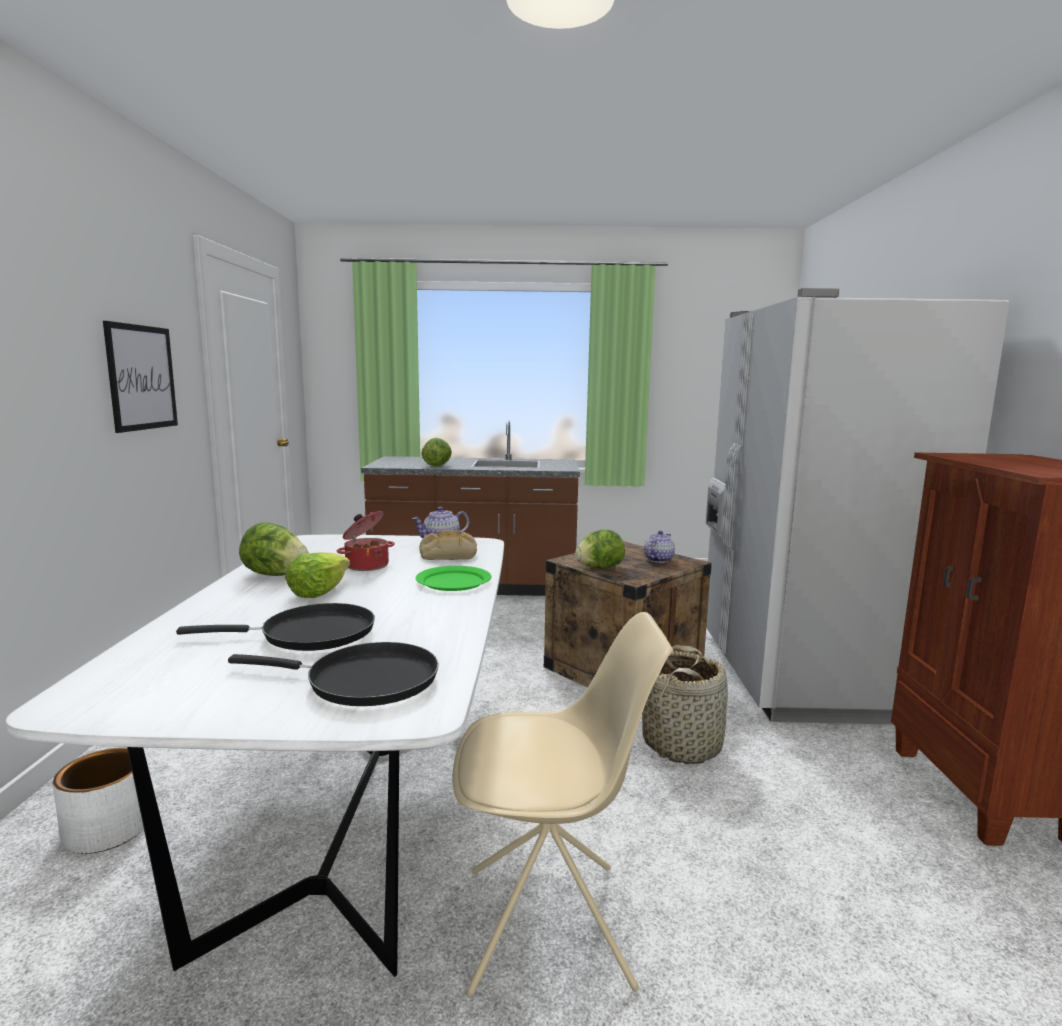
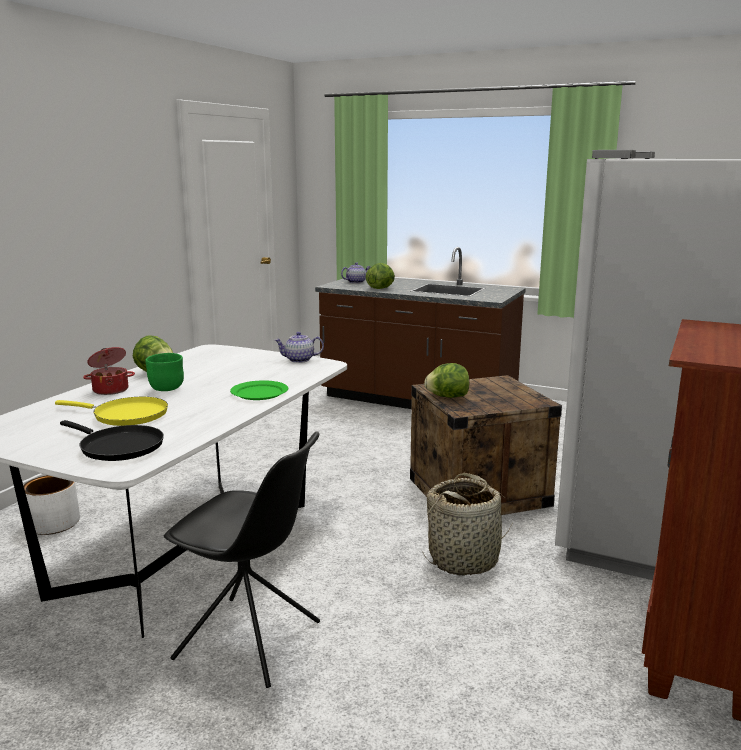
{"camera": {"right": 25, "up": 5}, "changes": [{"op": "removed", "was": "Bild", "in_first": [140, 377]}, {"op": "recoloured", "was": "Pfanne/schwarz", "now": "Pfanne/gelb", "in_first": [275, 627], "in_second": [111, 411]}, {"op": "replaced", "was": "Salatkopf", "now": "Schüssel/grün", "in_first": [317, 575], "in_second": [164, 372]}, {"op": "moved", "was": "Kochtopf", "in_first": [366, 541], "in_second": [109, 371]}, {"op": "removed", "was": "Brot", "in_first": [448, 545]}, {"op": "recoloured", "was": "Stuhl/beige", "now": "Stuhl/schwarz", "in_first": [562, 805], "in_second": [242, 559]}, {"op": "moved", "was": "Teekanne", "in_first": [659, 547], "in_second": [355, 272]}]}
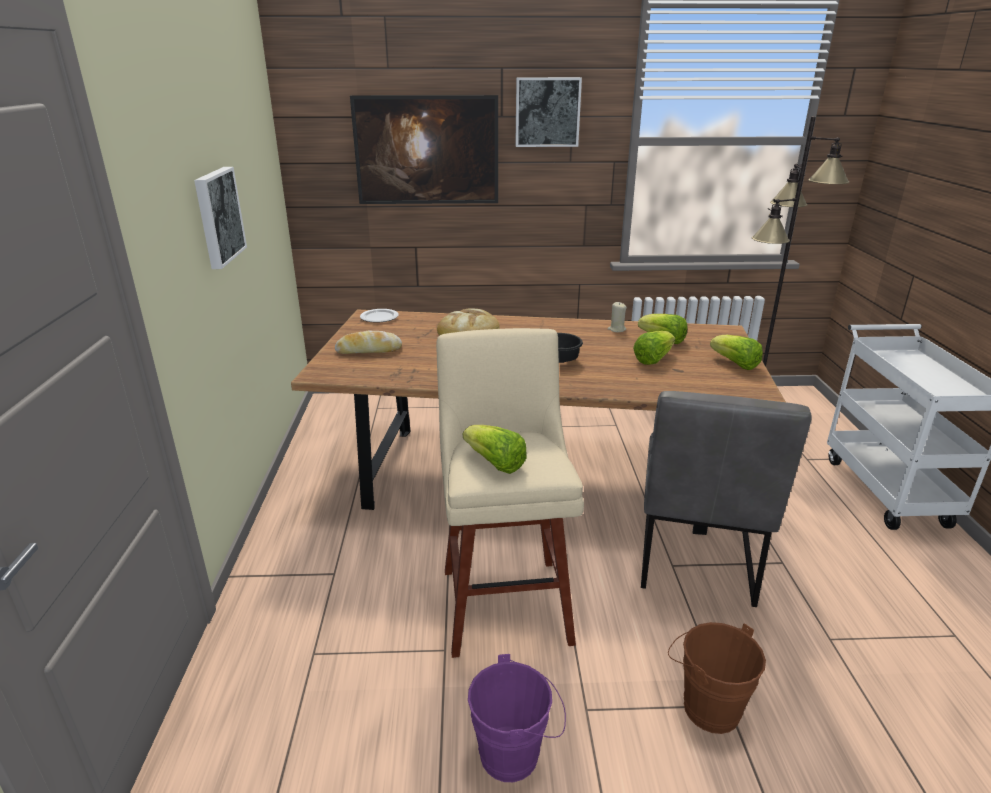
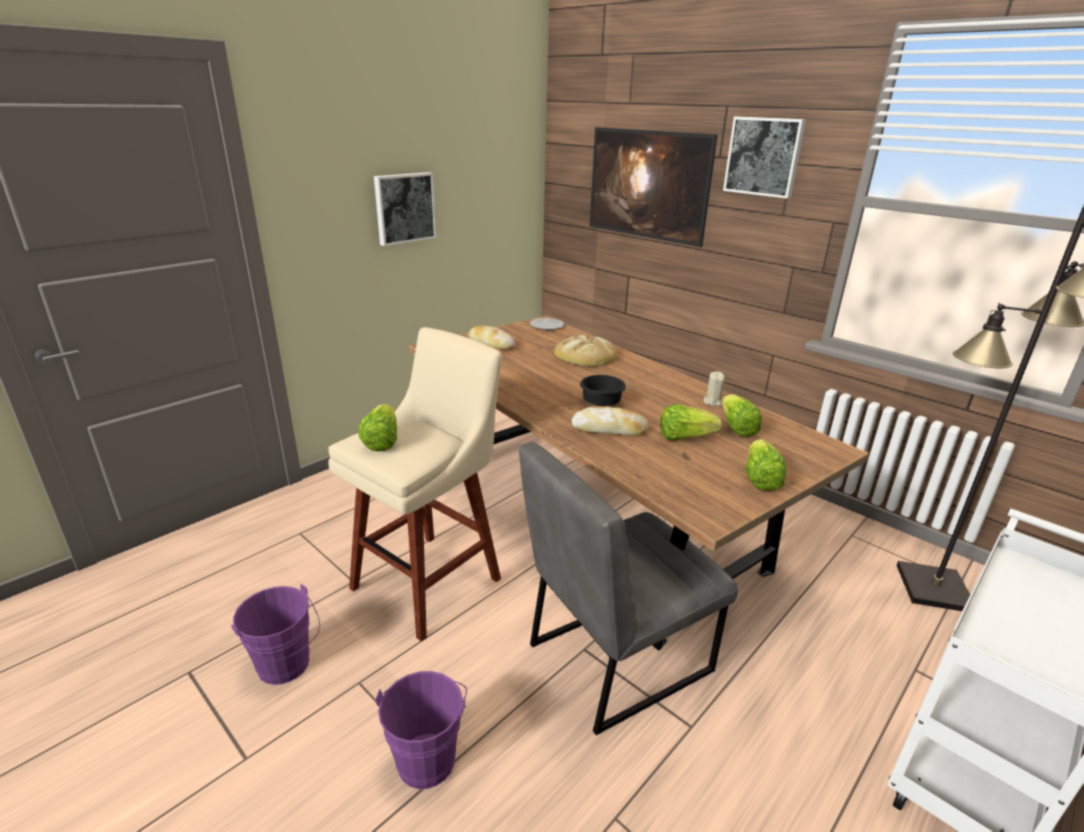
{"camera": {"right": 45, "up": 0}, "changes": [{"op": "recoloured", "was": "Eimer/braun", "now": "Eimer/lila", "in_first": [717, 678], "in_second": [421, 730]}, {"op": "added", "now": "Brot", "in_second": [610, 421]}]}
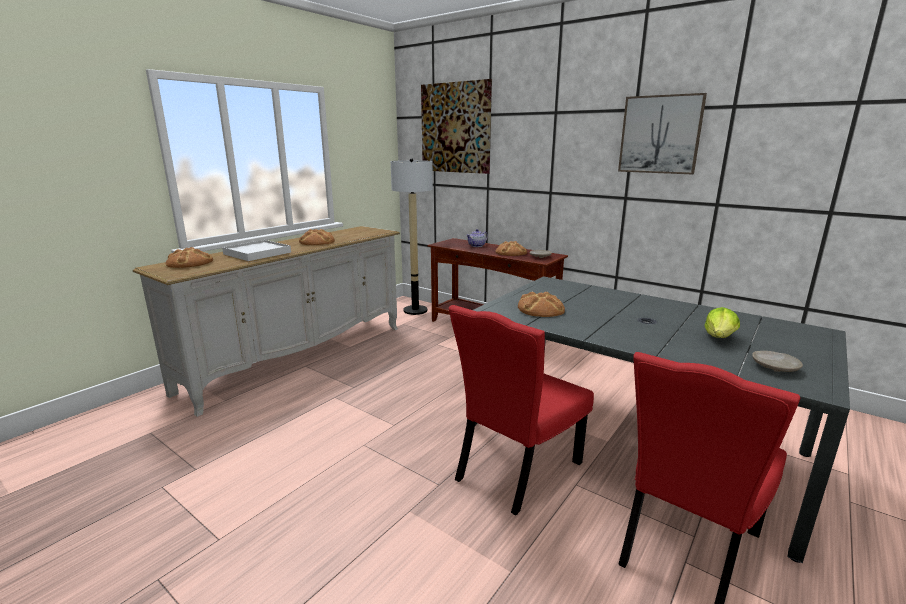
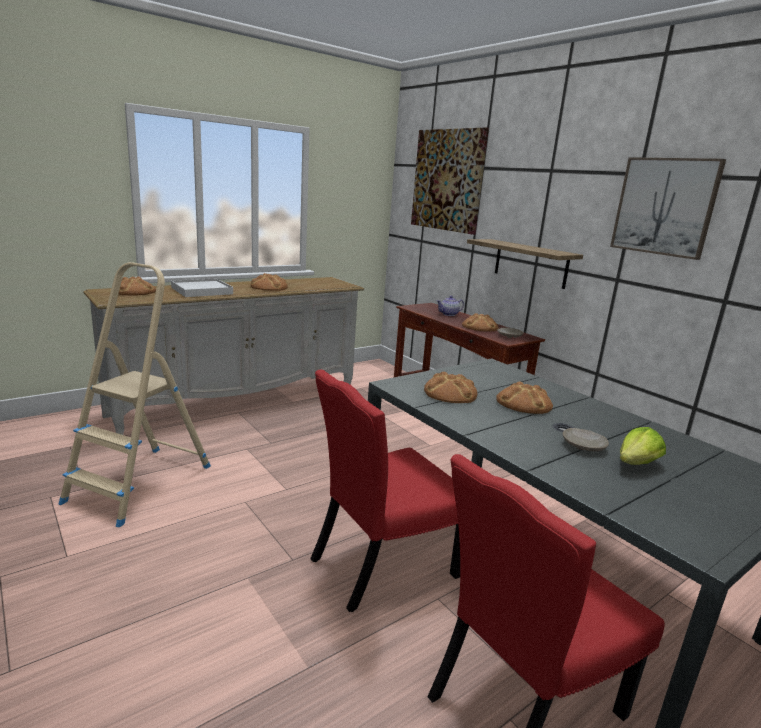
{"camera": {"right": 15, "up": 0}, "changes": [{"op": "removed", "was": "Stehlampe", "in_first": [411, 236]}, {"op": "moved", "was": "Teller/beige", "in_first": [777, 361], "in_second": [586, 439]}, {"op": "added", "now": "Trittleiter/beige", "in_second": [135, 394]}, {"op": "added", "now": "Wandregal", "in_second": [525, 264]}, {"op": "added", "now": "Brot", "in_second": [524, 398]}]}
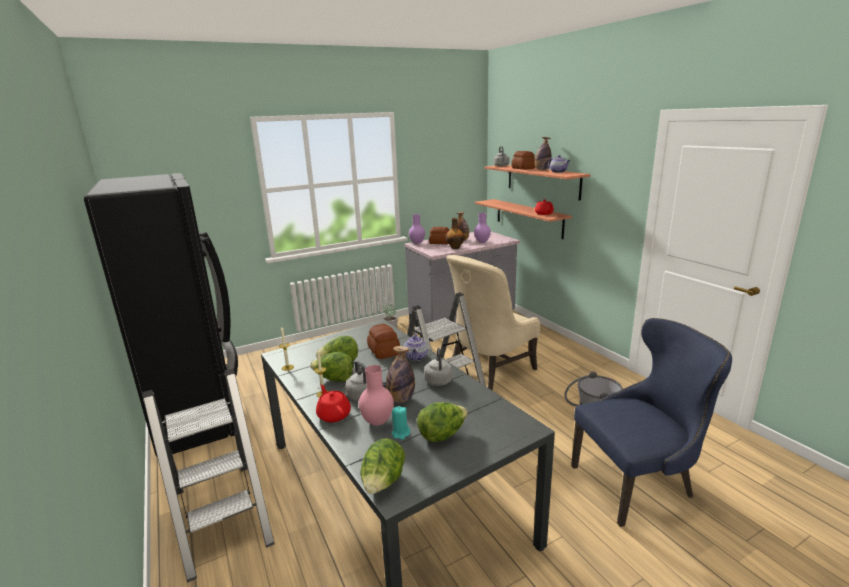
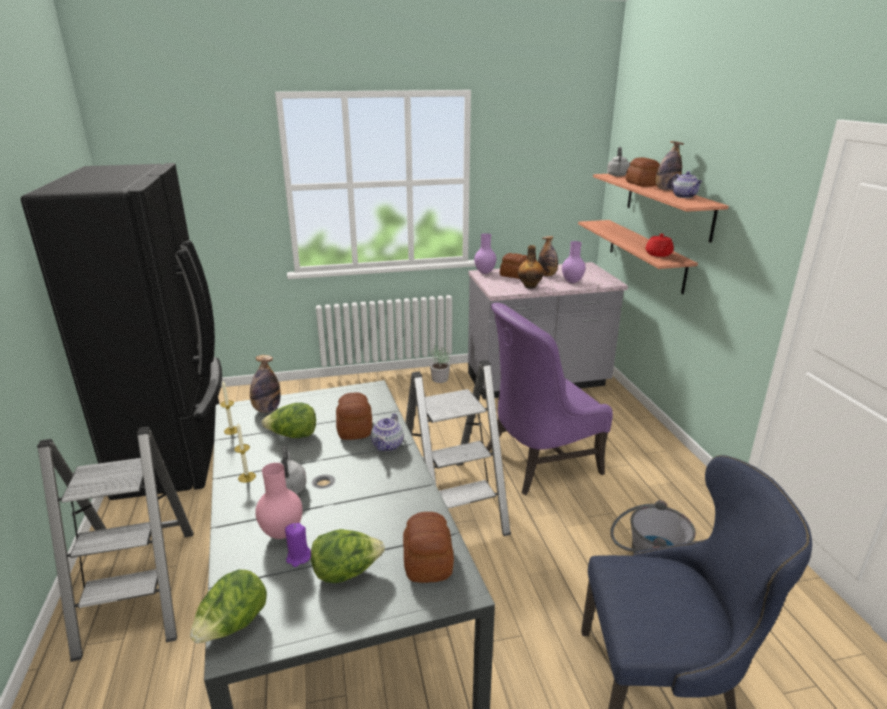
{"camera": {"right": 15, "up": 5}, "changes": [{"op": "removed", "was": "Salatkopf", "in_first": [331, 367]}, {"op": "removed", "was": "Teekanne/rot", "in_first": [333, 403]}, {"op": "moved", "was": "Flasche", "in_first": [400, 374], "in_second": [265, 384]}, {"op": "recoloured", "was": "Kerze/türkis", "now": "Kerze/lila", "in_first": [401, 423], "in_second": [298, 545]}, {"op": "removed", "was": "Wasserkessel/grau", "in_first": [438, 367]}, {"op": "recoloured", "was": "Stuhl/beige", "now": "Stuhl/lila", "in_first": [493, 322], "in_second": [549, 399]}, {"op": "added", "now": "Brot", "in_second": [428, 547]}]}
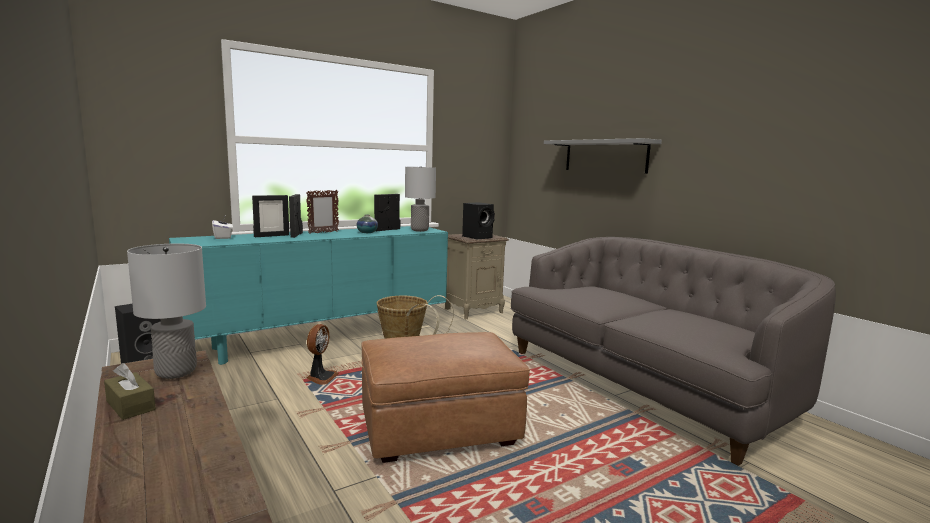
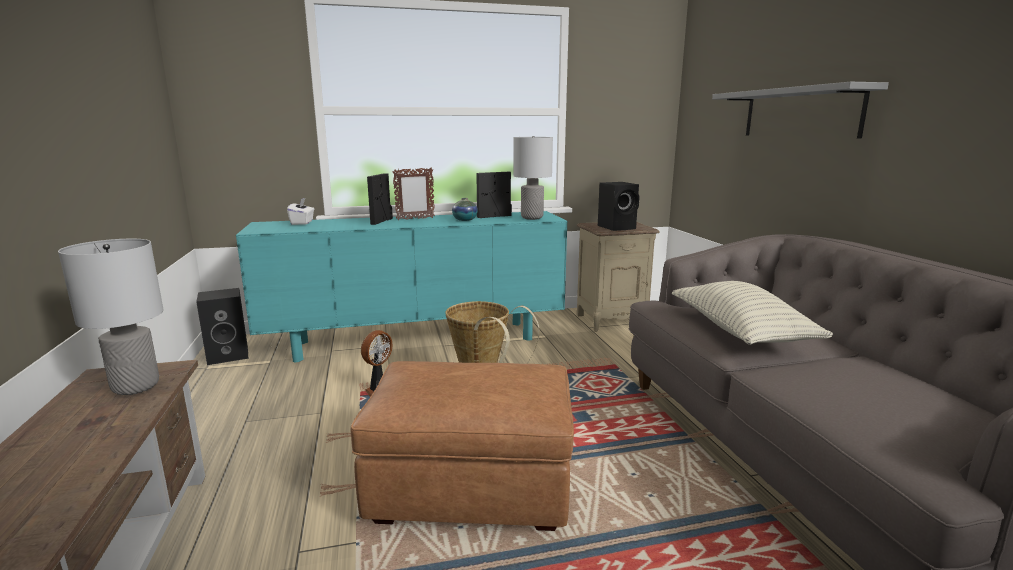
{"camera": {"right": 20, "up": 5}, "changes": [{"op": "removed", "was": "Taschentuchbox/braun", "in_first": [130, 391]}, {"op": "removed", "was": "Bilderrahmen", "in_first": [270, 216]}, {"op": "added", "now": "Kissen", "in_second": [752, 313]}]}
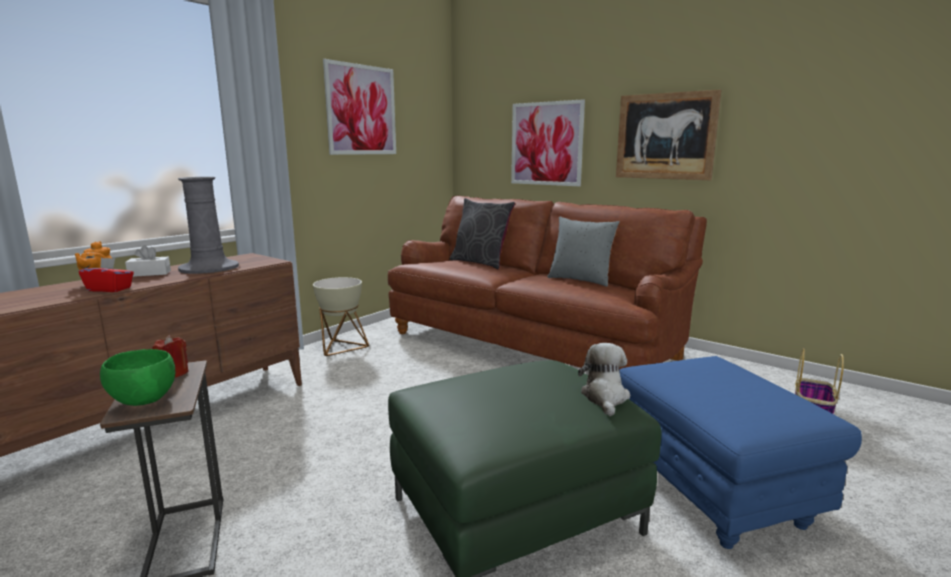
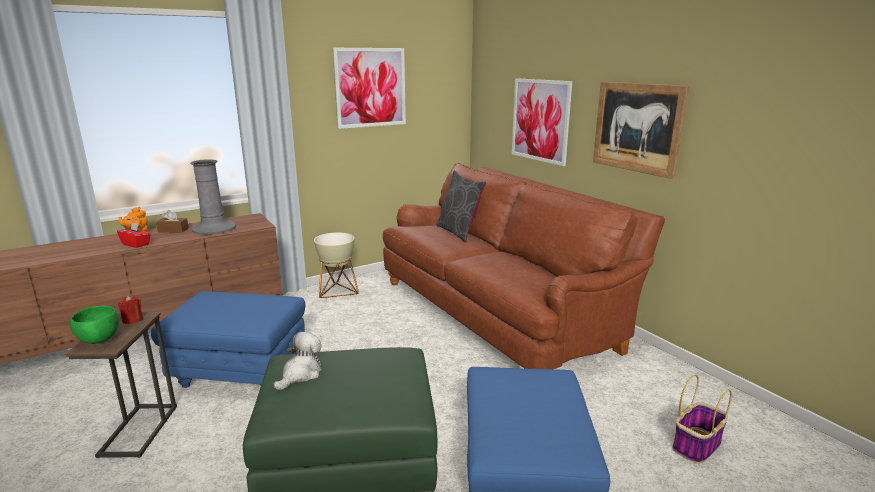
{"camera": {"right": 20, "up": 5}, "changes": [{"op": "recoloured", "was": "Taschentuchbox/weiß", "now": "Taschentuchbox/braun", "in_first": [148, 261], "in_second": [172, 221]}, {"op": "removed", "was": "Kissen/grau", "in_first": [583, 252]}, {"op": "moved", "was": "Plüschtier", "in_first": [604, 379], "in_second": [298, 361]}, {"op": "added", "now": "Polsterhocker/blau", "in_second": [228, 339]}]}
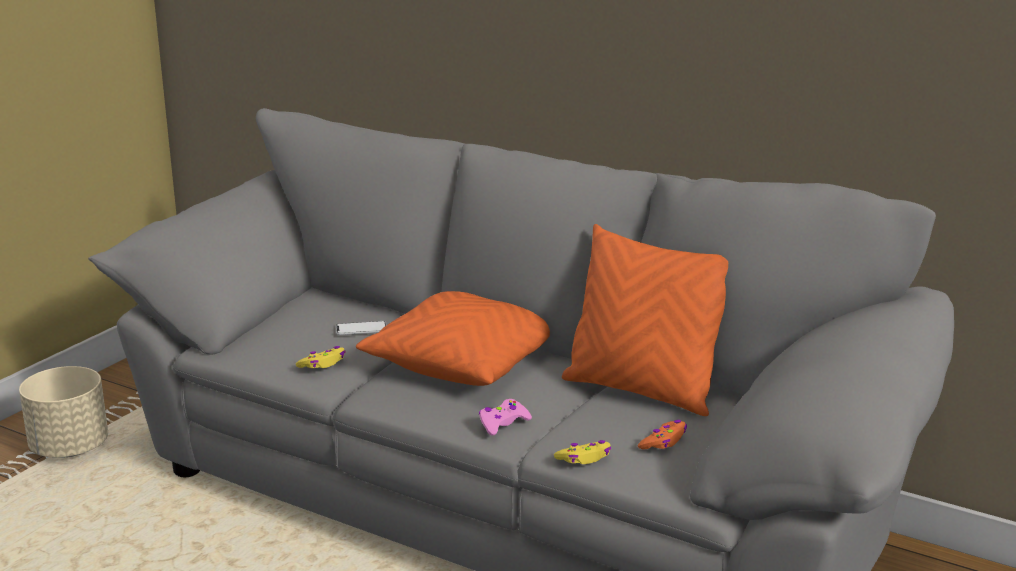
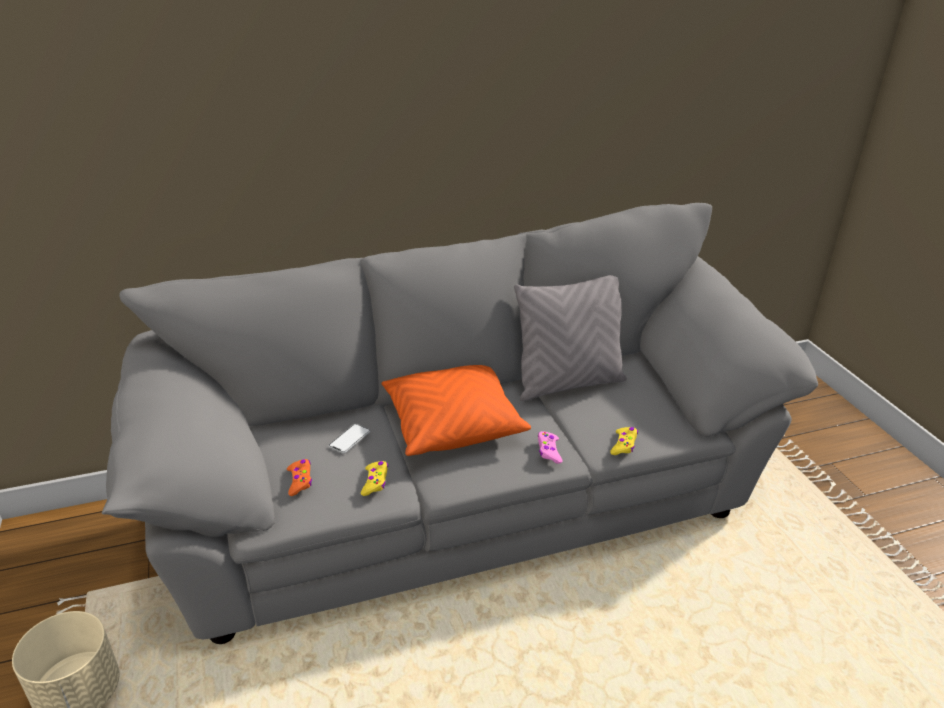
{"camera": {"right": -50, "up": 10}, "changes": [{"op": "recoloured", "was": "Kissen/orange", "now": "Kissen/grau", "in_first": [645, 320], "in_second": [570, 338]}, {"op": "moved", "was": "Gamepad/orange", "in_first": [662, 434], "in_second": [299, 477]}]}
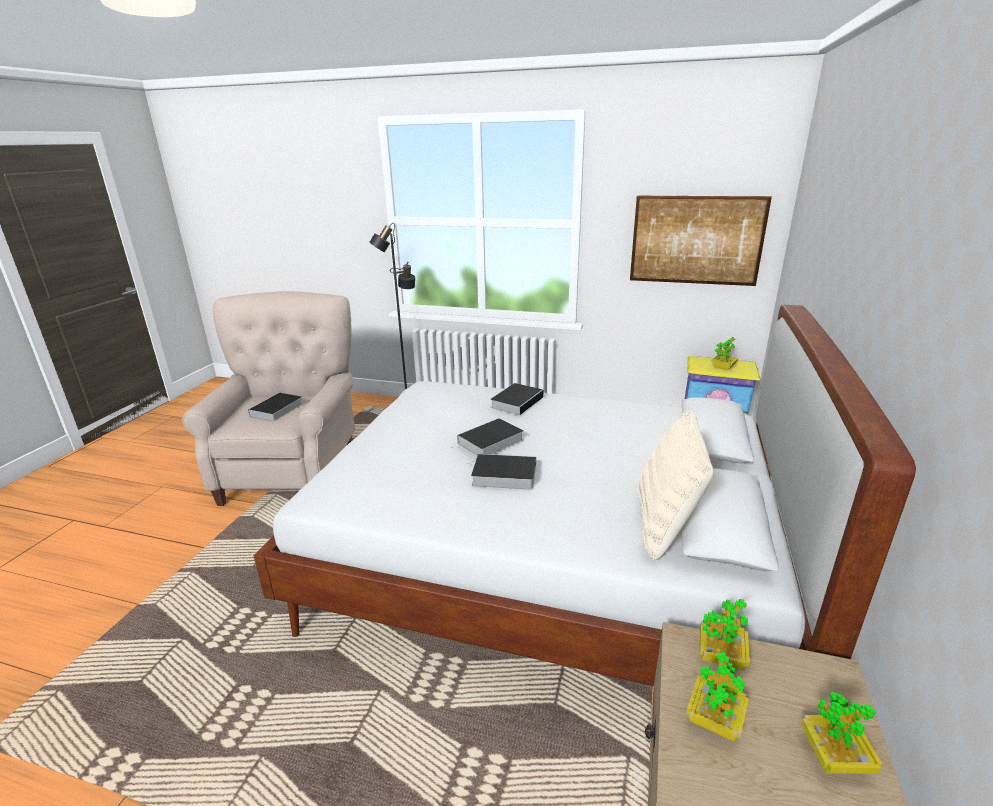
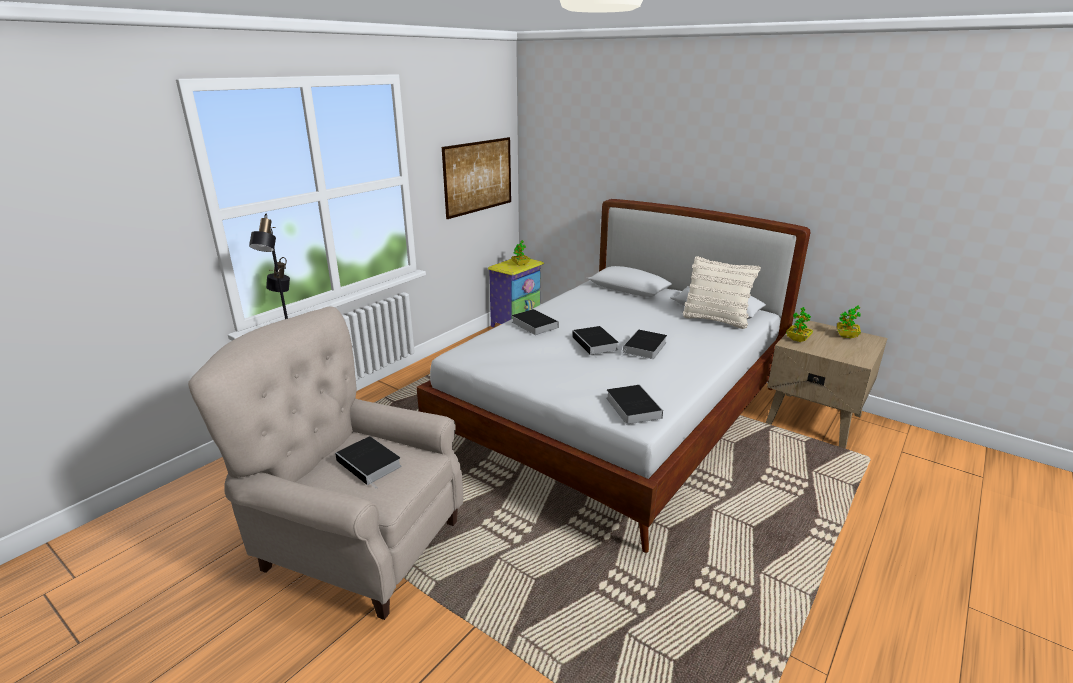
{"camera": {"right": -70, "up": 0}, "changes": [{"op": "removed", "was": "Topfpflanze", "in_first": [717, 697]}, {"op": "added", "now": "Buch", "in_second": [634, 405]}]}
